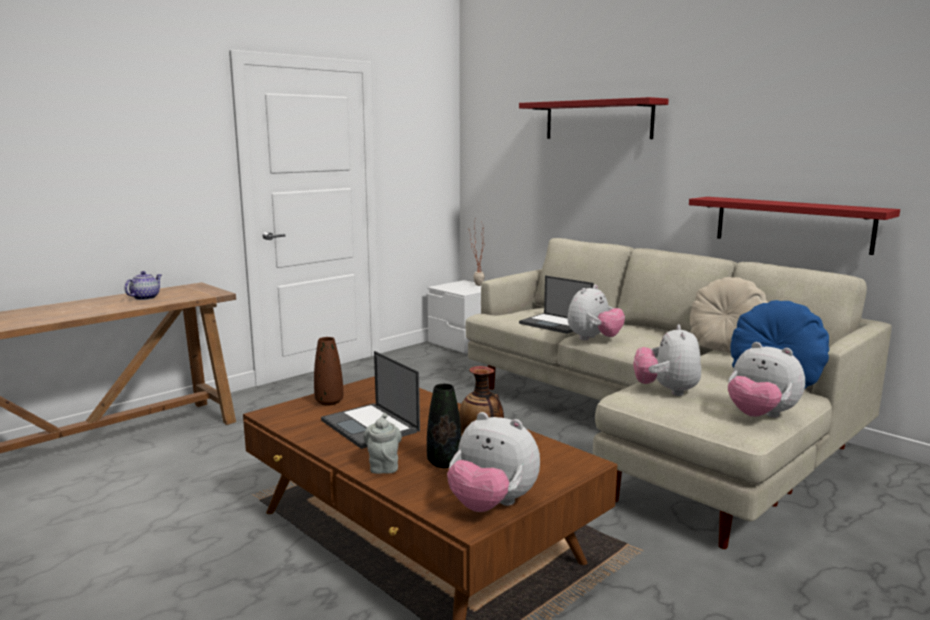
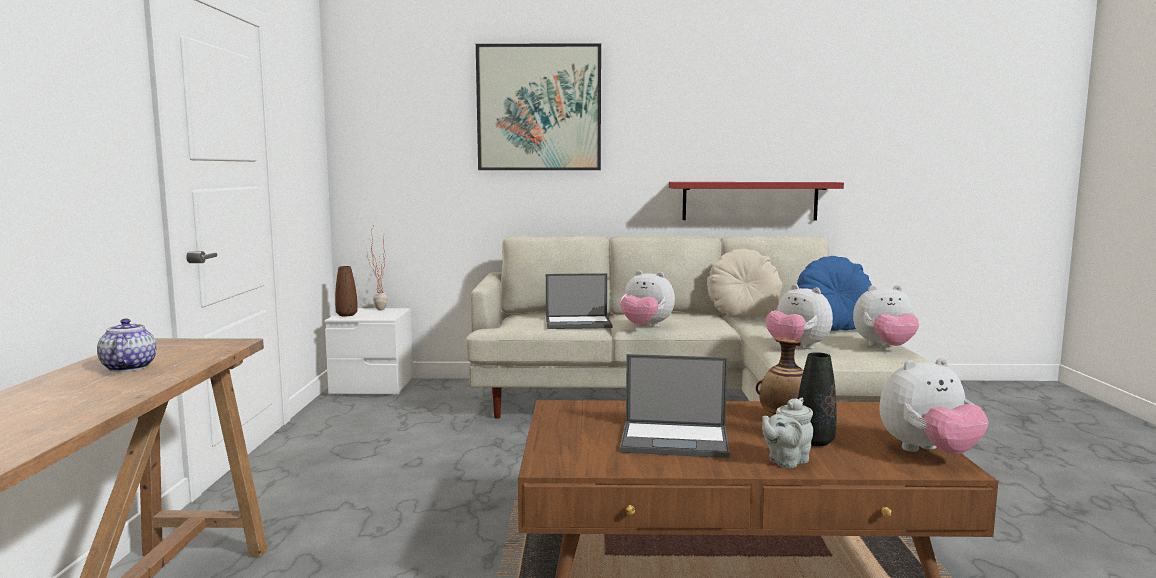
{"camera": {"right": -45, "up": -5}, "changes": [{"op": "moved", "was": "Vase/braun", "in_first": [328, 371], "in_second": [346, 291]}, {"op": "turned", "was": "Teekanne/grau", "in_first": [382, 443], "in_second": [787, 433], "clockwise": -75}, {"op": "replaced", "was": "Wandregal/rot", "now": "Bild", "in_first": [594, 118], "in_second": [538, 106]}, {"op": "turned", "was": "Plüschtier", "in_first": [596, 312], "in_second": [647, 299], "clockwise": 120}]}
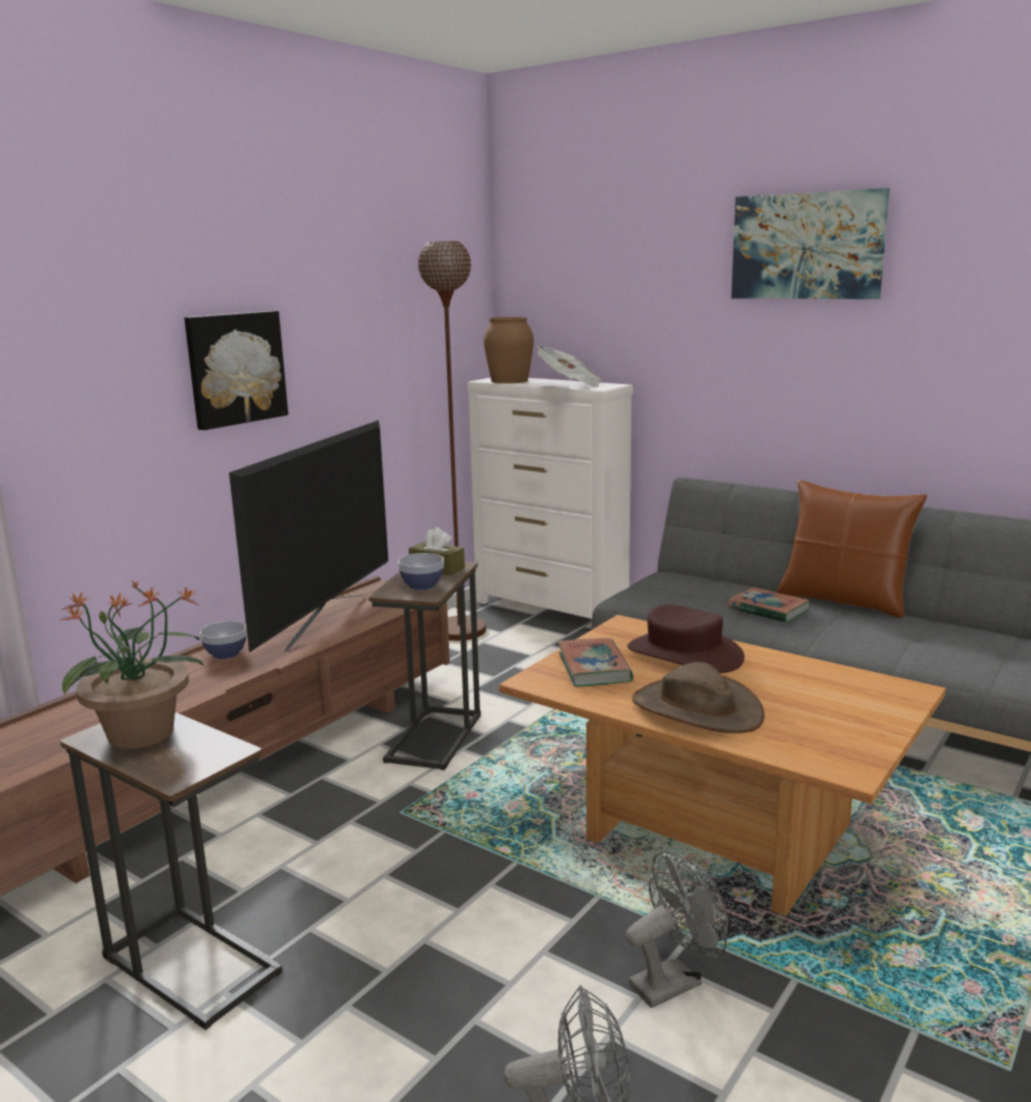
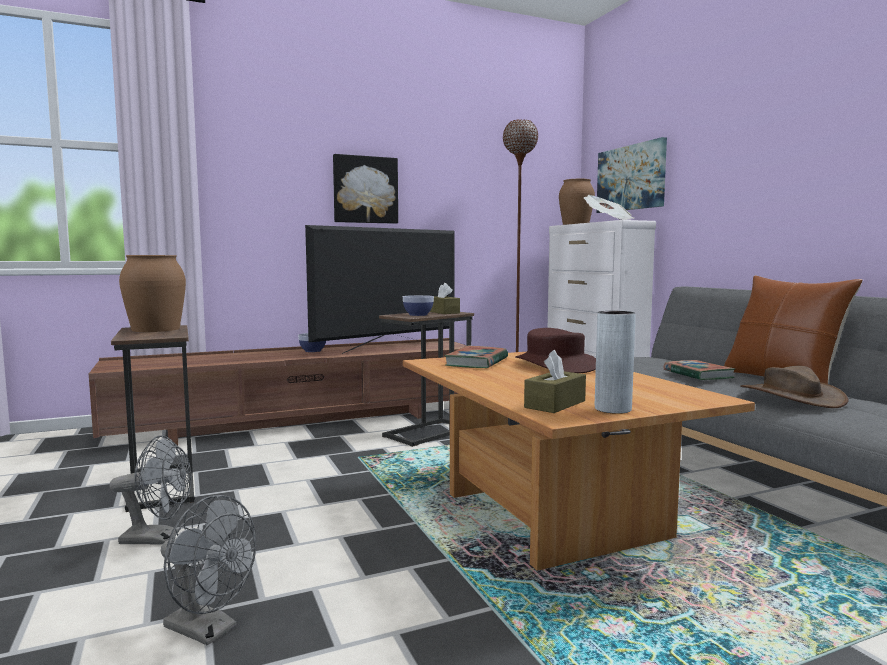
{"camera": {"right": 30, "up": -10}, "changes": [{"op": "replaced", "was": "Topfpflanze", "now": "Vase/braun", "in_first": [132, 664], "in_second": [152, 293]}, {"op": "moved", "was": "Ventilator/grau", "in_first": [677, 929], "in_second": [150, 490]}, {"op": "moved", "was": "Hut/braun", "in_first": [698, 697], "in_second": [794, 387]}, {"op": "moved", "was": "Bild", "in_first": [810, 243], "in_second": [631, 175]}, {"op": "added", "now": "Taschentuchbox/braun", "in_second": [555, 381]}, {"op": "added", "now": "Vase/grau", "in_second": [615, 362]}]}
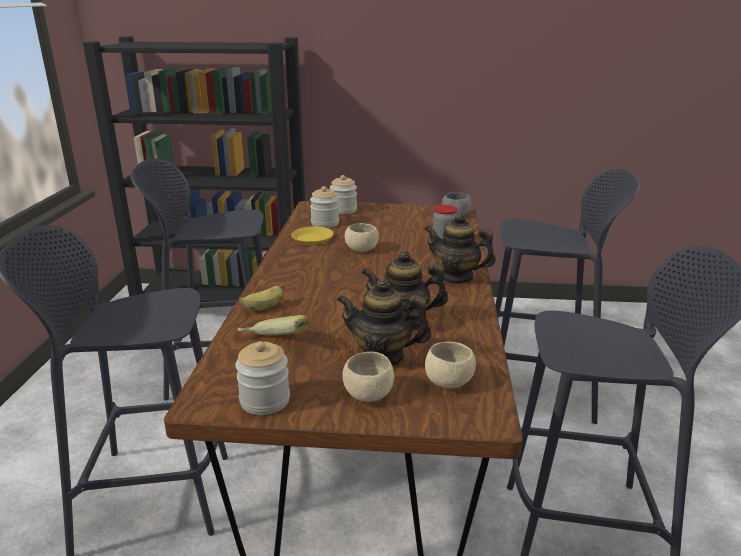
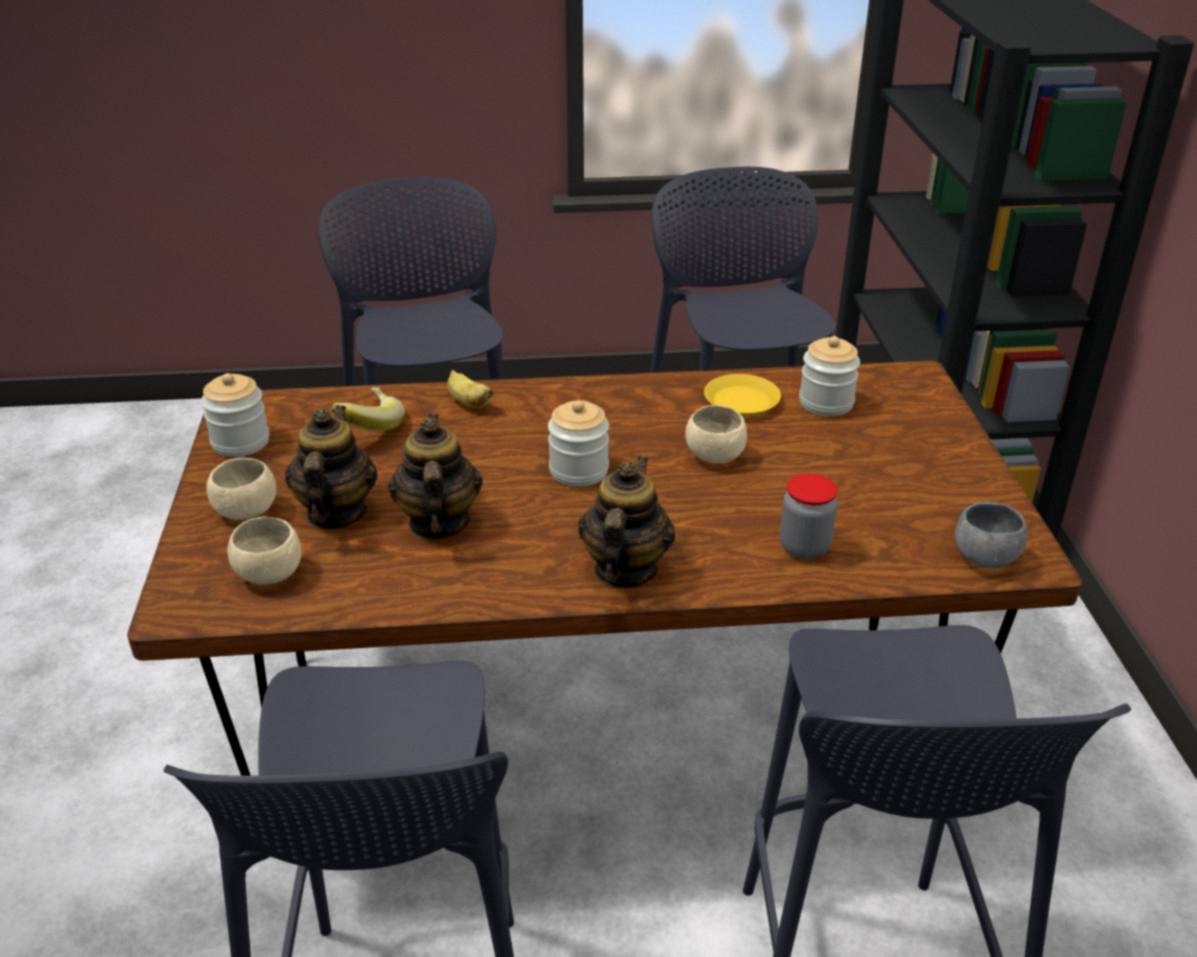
{"camera": {"right": 80, "up": 10}, "changes": [{"op": "moved", "was": "Vorratsglas", "in_first": [343, 194], "in_second": [578, 443]}]}
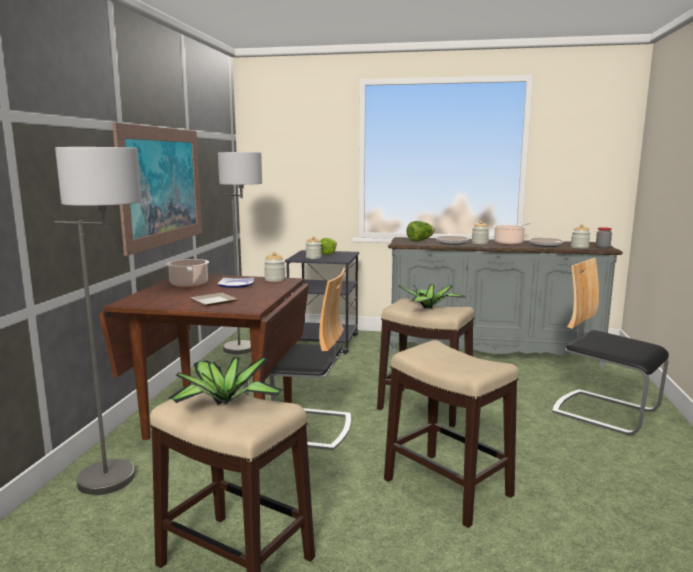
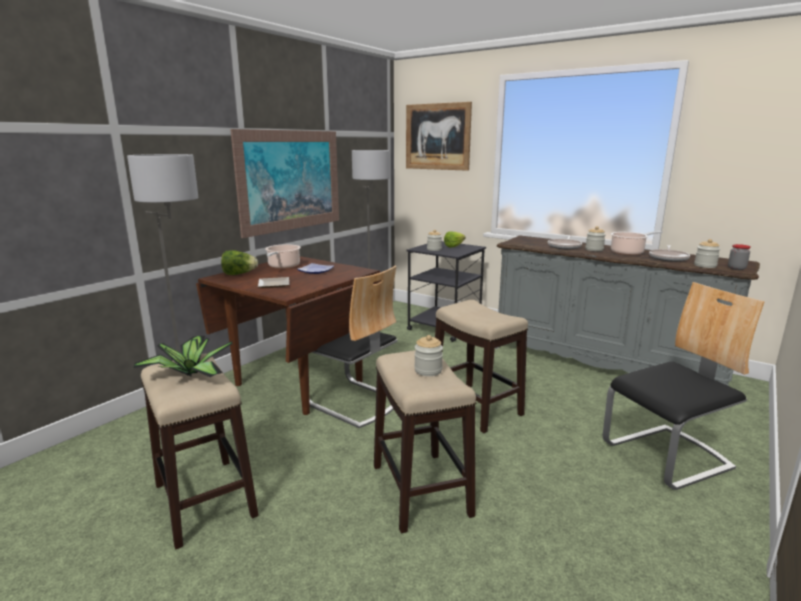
{"camera": {"right": 25, "up": 5}, "changes": [{"op": "moved", "was": "Vorratsglas", "in_first": [274, 267], "in_second": [428, 355]}, {"op": "removed", "was": "Topfpflanze", "in_first": [431, 297]}, {"op": "moved", "was": "Salatkopf", "in_first": [420, 231], "in_second": [239, 262]}, {"op": "turned", "was": "Stuhl", "in_first": [610, 346], "in_second": [684, 386], "clockwise": 90}, {"op": "added", "now": "Bild", "in_second": [439, 136]}]}
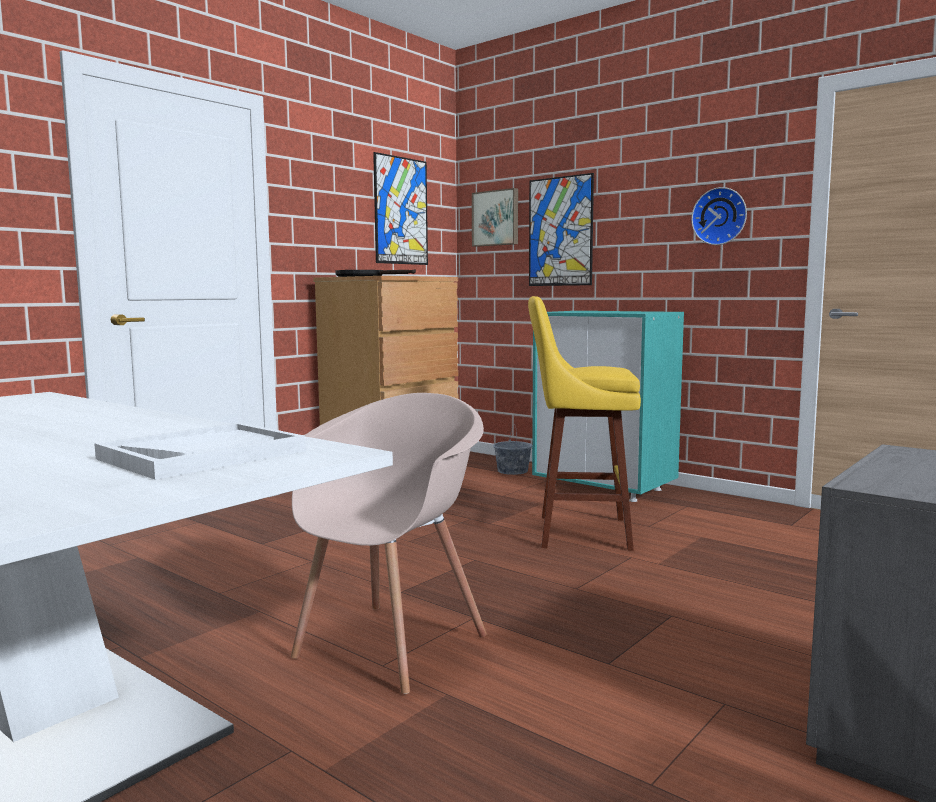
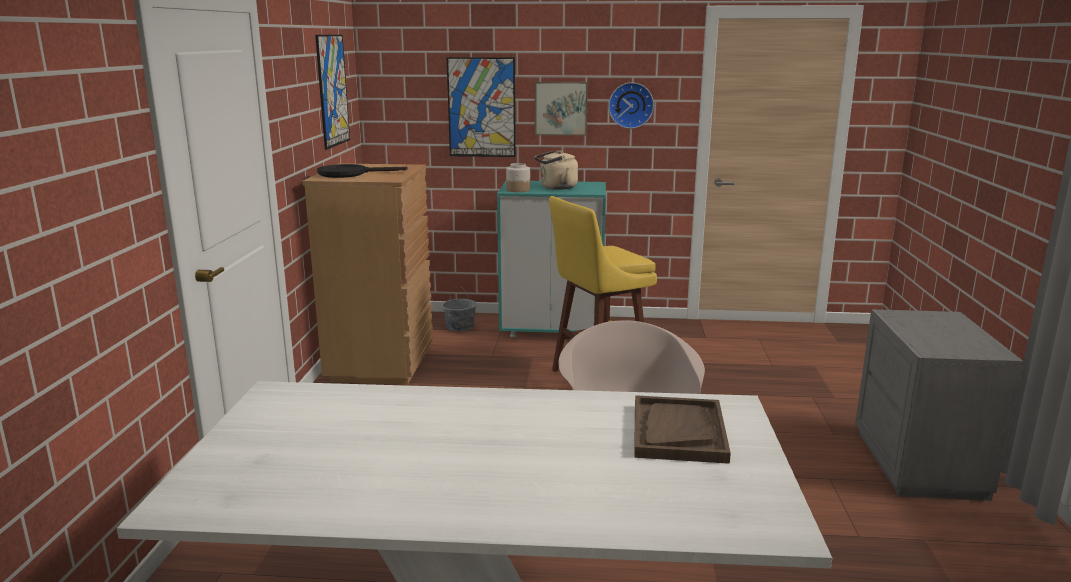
{"camera": {"right": -35, "up": 10}, "changes": [{"op": "recoloured", "was": "Tablett/weiß", "now": "Tablett/braun", "in_first": [200, 451], "in_second": [682, 429]}, {"op": "moved", "was": "Bild", "in_first": [495, 217], "in_second": [561, 109]}, {"op": "added", "now": "Vorratsglas", "in_second": [518, 177]}, {"op": "added", "now": "Wasserkessel/beige", "in_second": [556, 170]}]}
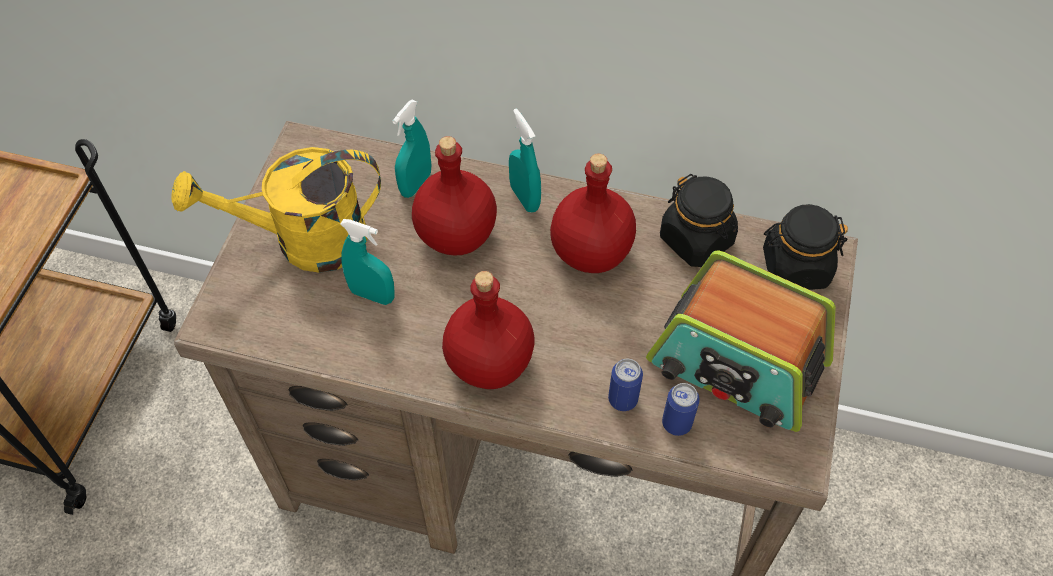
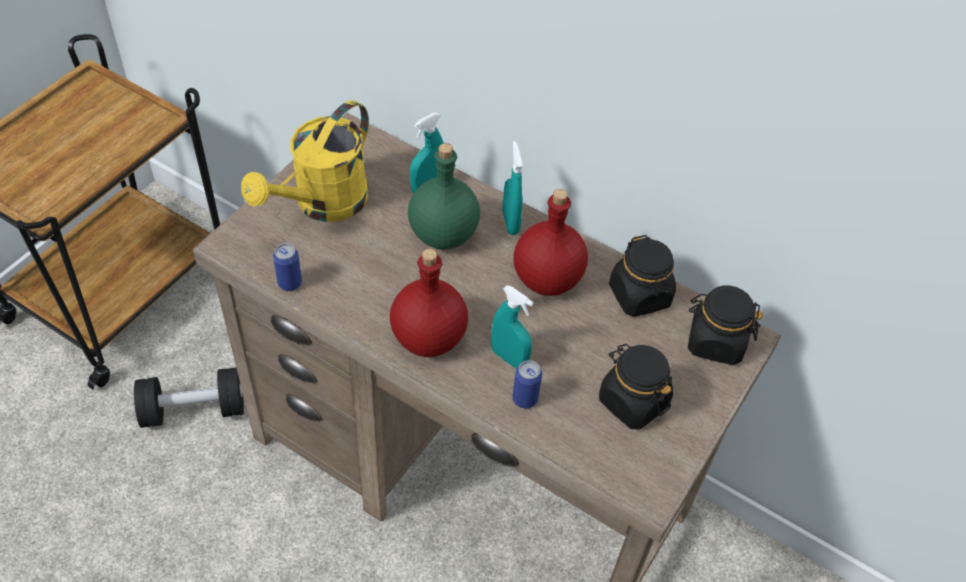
{"camera": {"right": 15, "up": -5}, "changes": [{"op": "turned", "was": "Gießkanne/gelb", "in_first": [276, 210], "in_second": [305, 161], "clockwise": -60}, {"op": "moved", "was": "Sprühflasche/türkis", "in_first": [367, 262], "in_second": [512, 327]}, {"op": "recoloured", "was": "Flasche/rot", "now": "Flasche/grün", "in_first": [454, 196], "in_second": [444, 196]}, {"op": "replaced", "was": "Radio", "now": "Vorratsglas/schwarz", "in_first": [741, 341], "in_second": [636, 387]}, {"op": "moved", "was": "Dose", "in_first": [681, 409], "in_second": [287, 267]}, {"op": "added", "now": "Hantel/schwarz", "in_second": [189, 397]}]}
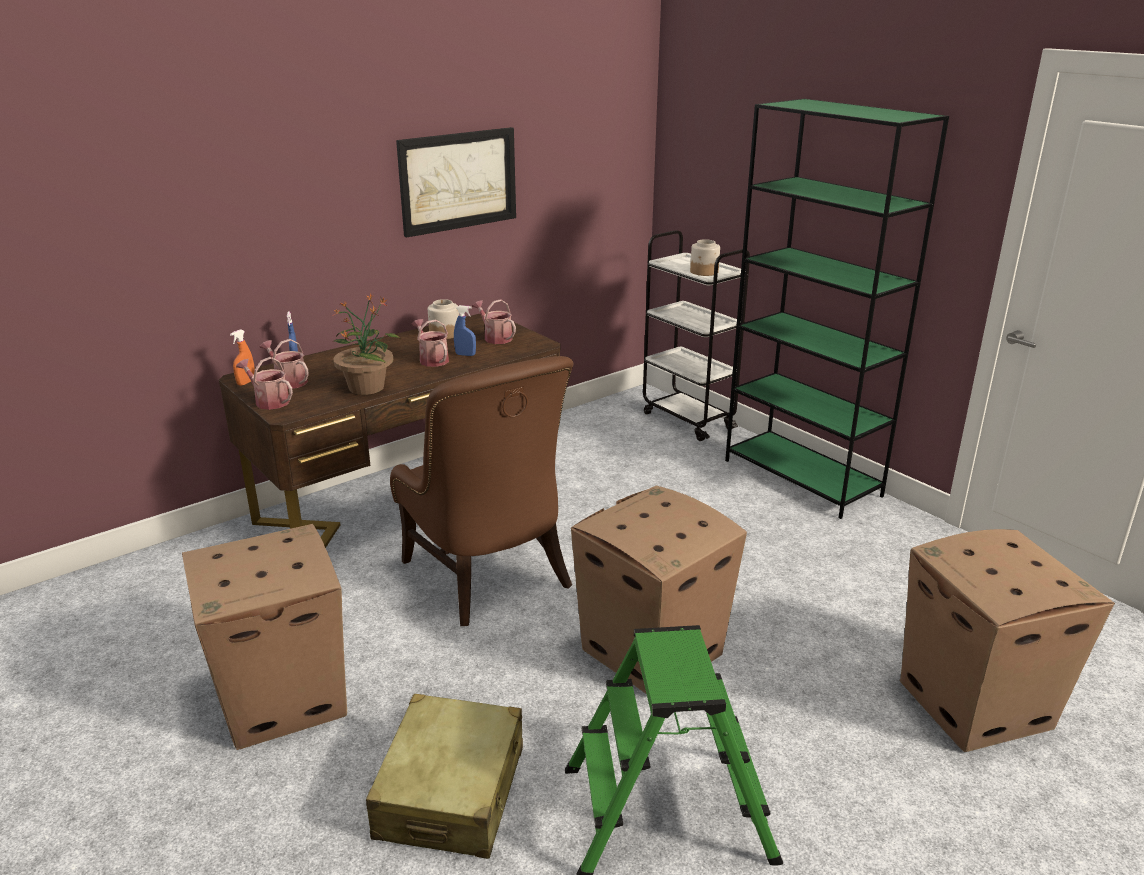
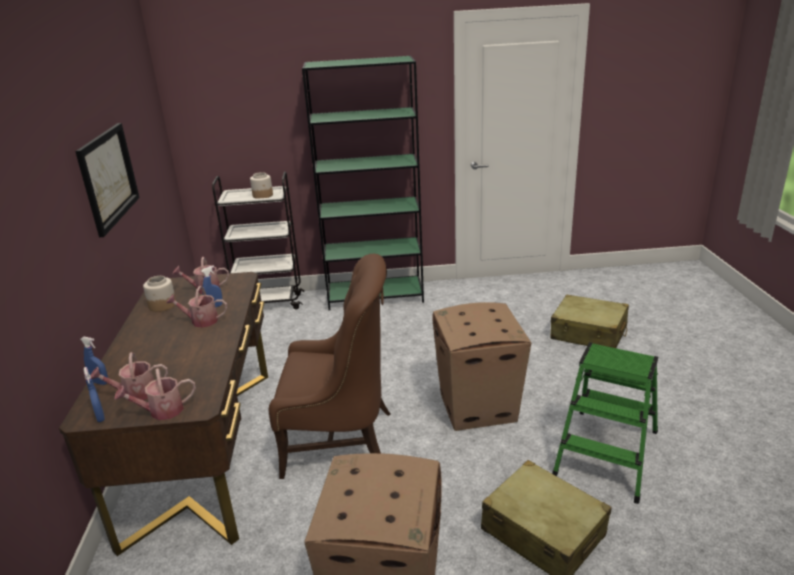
{"camera": {"right": -55, "up": 0}, "changes": [{"op": "recoloured", "was": "Sprühflasche/orange", "now": "Sprühflasche/blau", "in_first": [242, 357], "in_second": [94, 394]}, {"op": "removed", "was": "Topfpflanze", "in_first": [366, 344]}, {"op": "replaced", "was": "Karton", "now": "Koffer/beige", "in_first": [1007, 640], "in_second": [590, 321]}]}
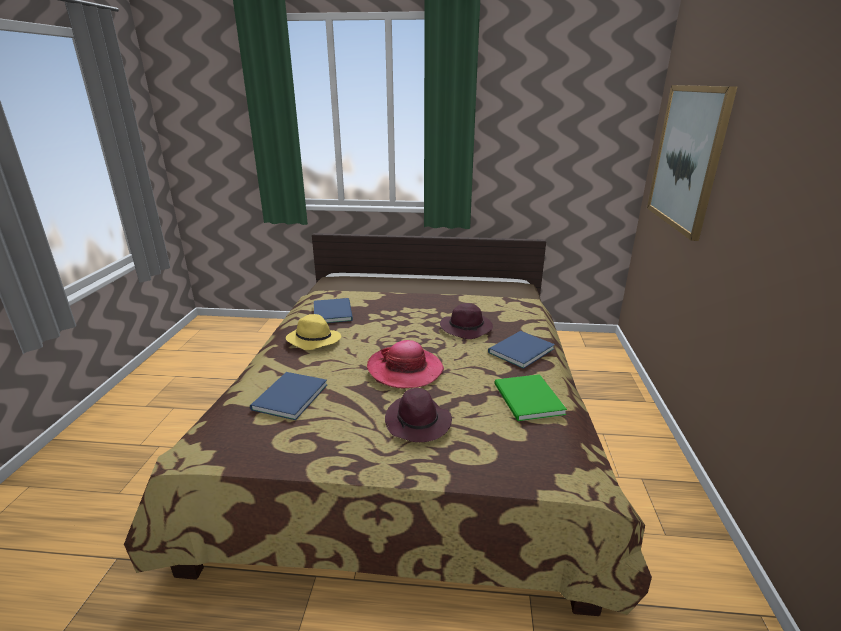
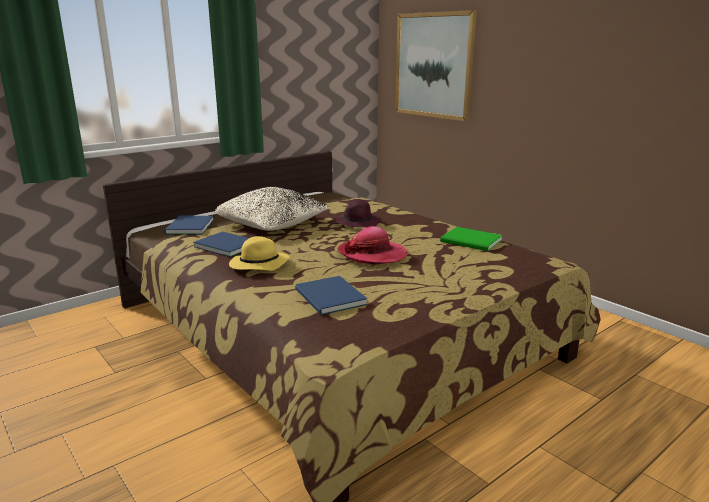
{"camera": {"right": -45, "up": -5}, "changes": [{"op": "removed", "was": "Hut/lila", "in_first": [418, 415]}, {"op": "moved", "was": "Buch/blau", "in_first": [521, 350], "in_second": [189, 225]}, {"op": "added", "now": "Kissen/beige", "in_second": [272, 209]}]}
